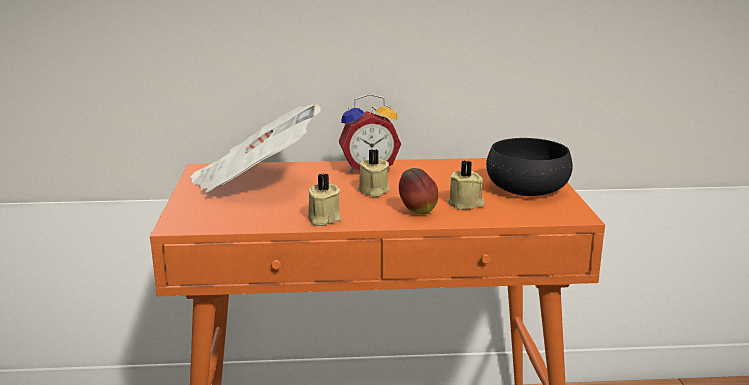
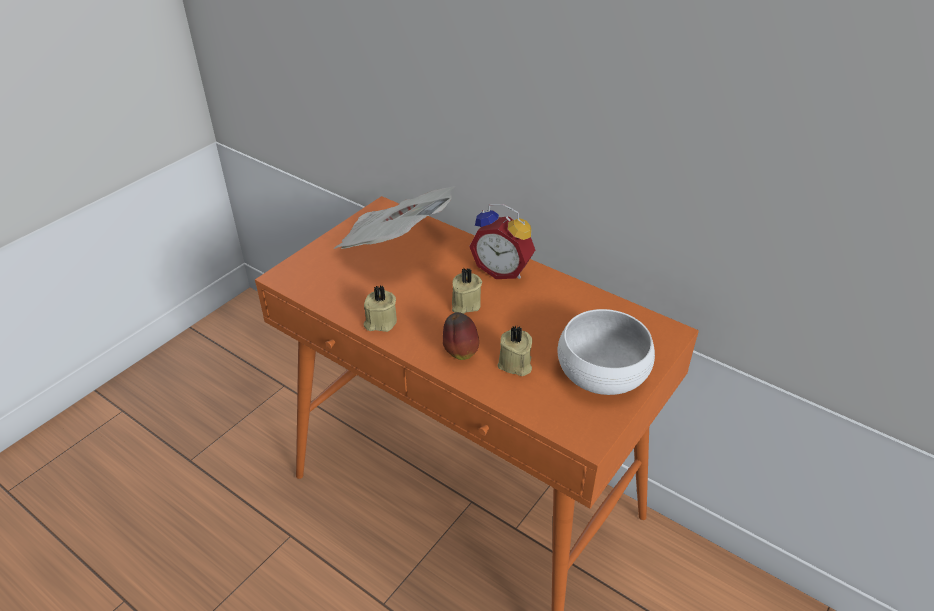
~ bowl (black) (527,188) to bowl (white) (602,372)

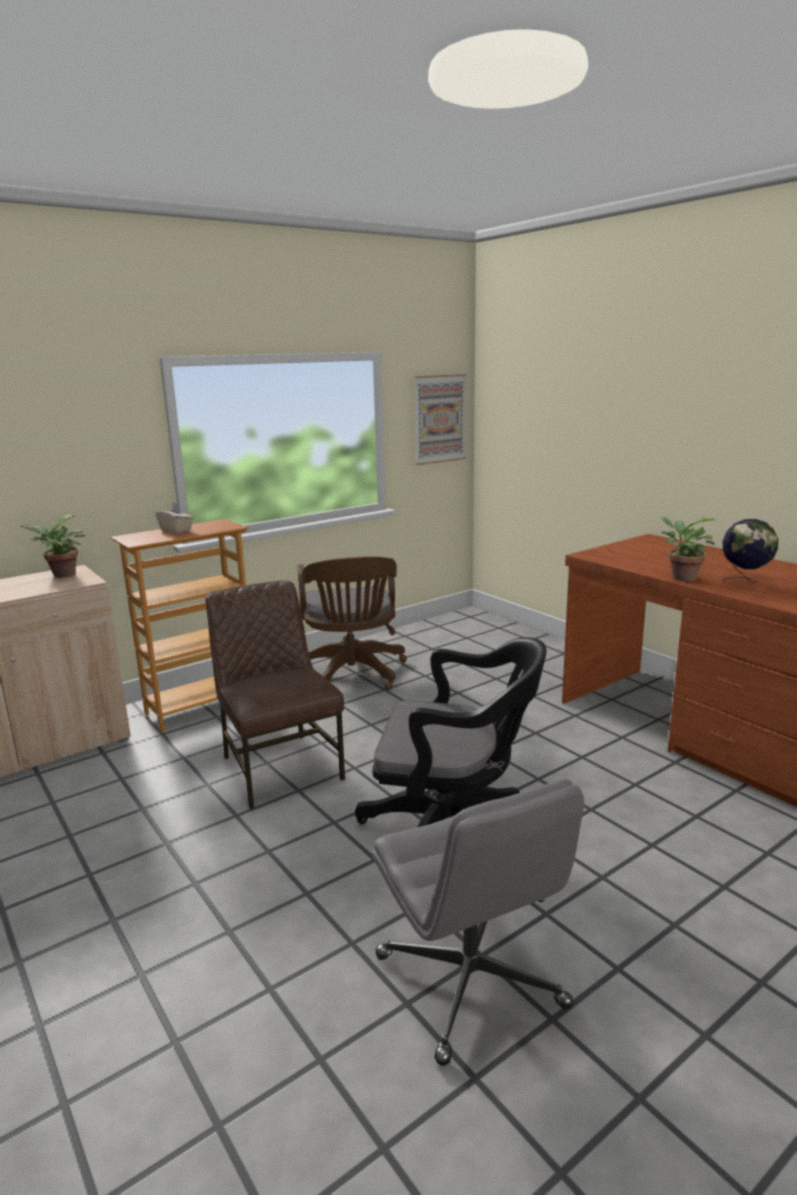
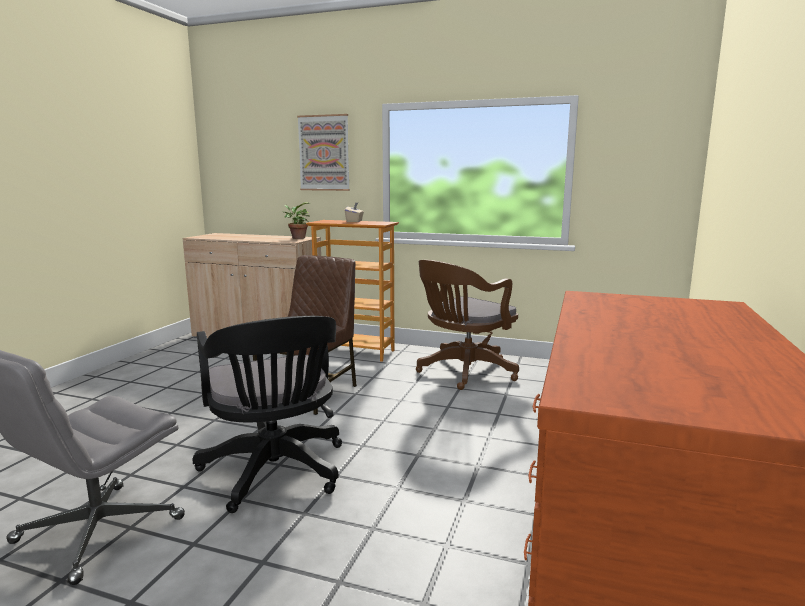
- potted plant (681,577)
- globe (745,581)
~ picture (439,419) to (324,153)

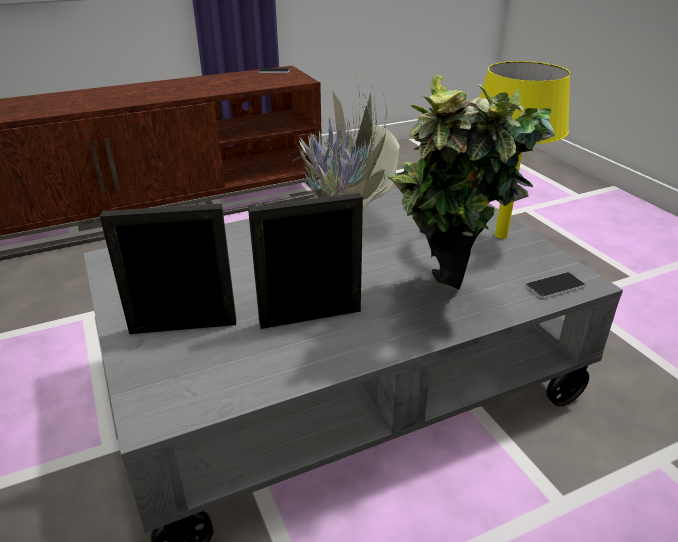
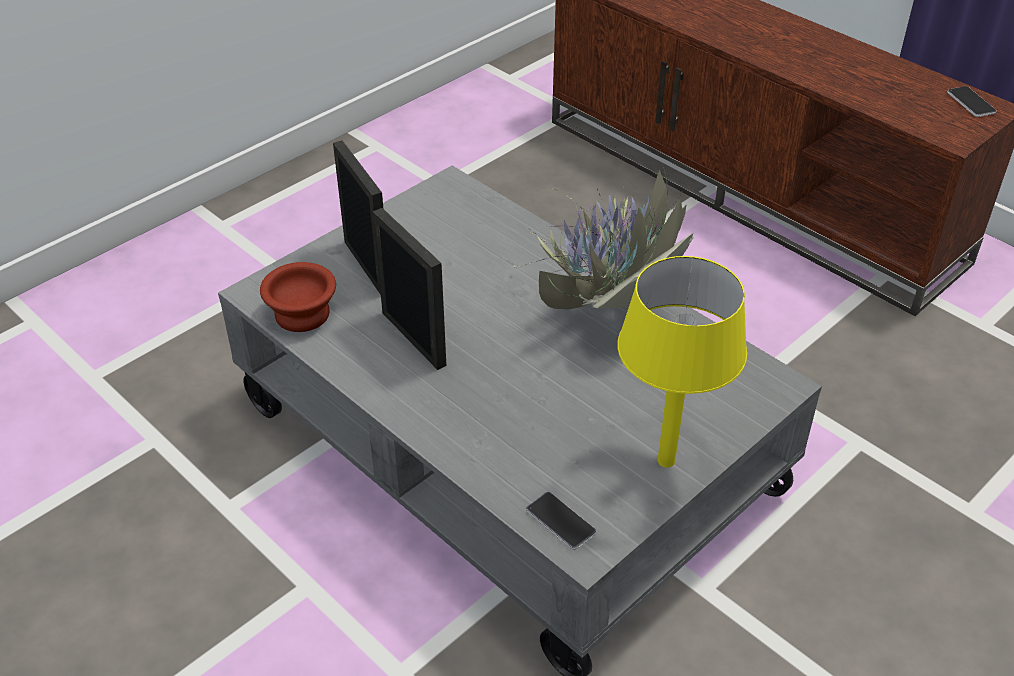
- potted plant (445,304)
+ bowl (brown) (304,315)

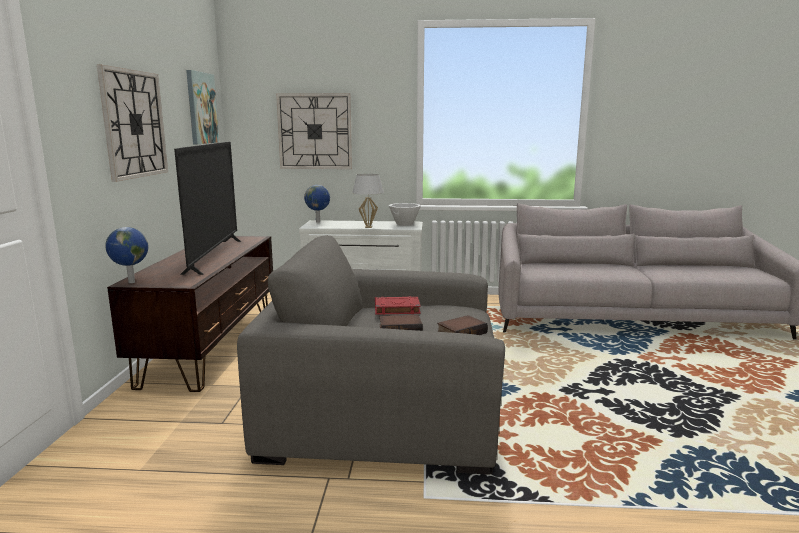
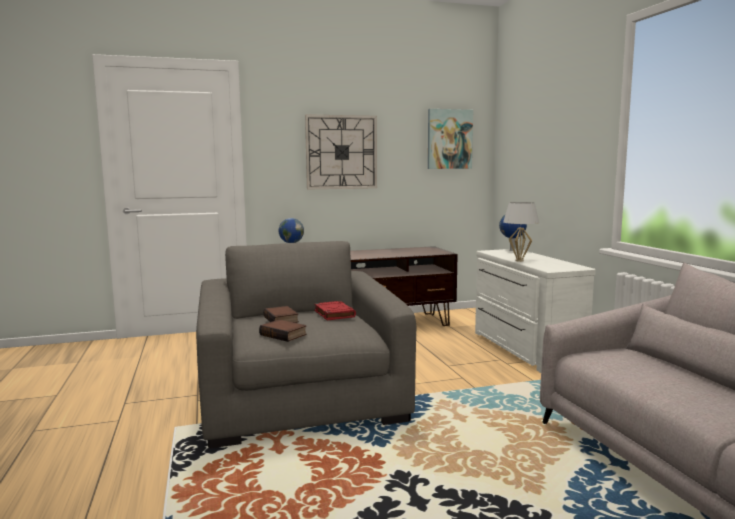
- television (214,256)
- wall clock (315,131)
- bowl (white) (404,224)

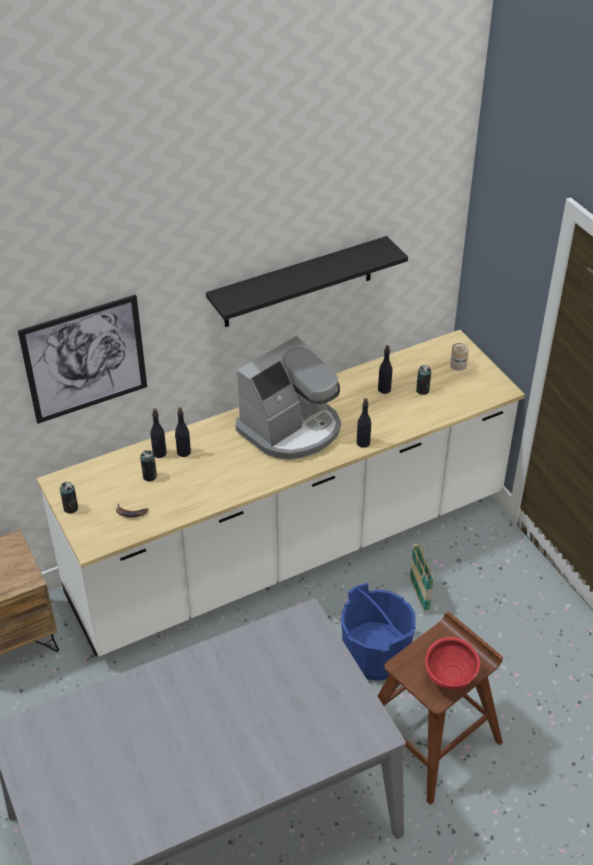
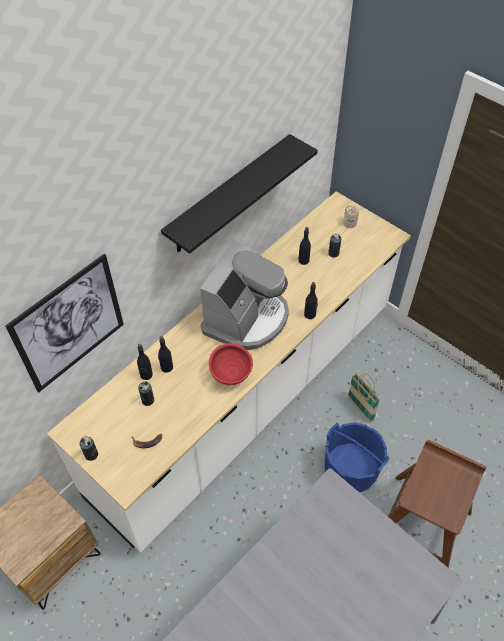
~ bowl (red) (449,679) to (231,376)

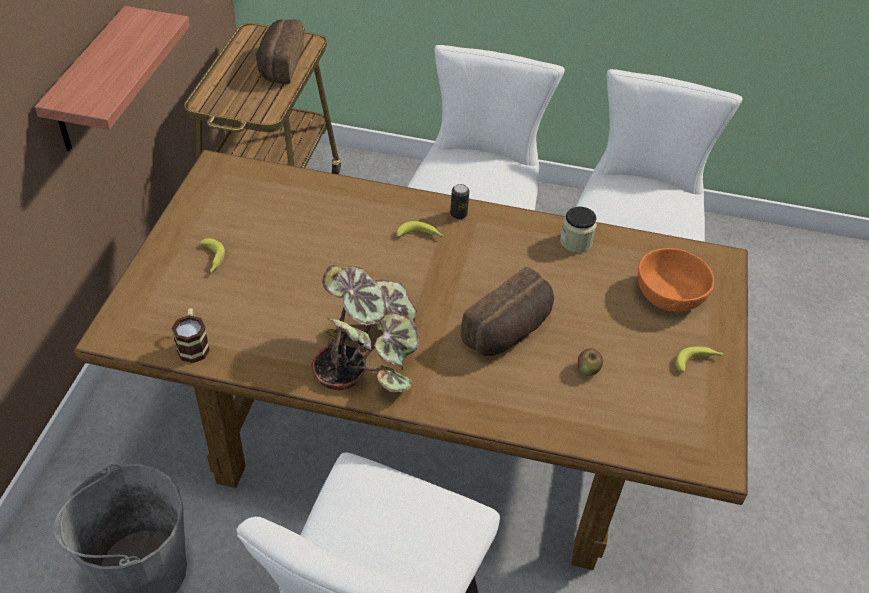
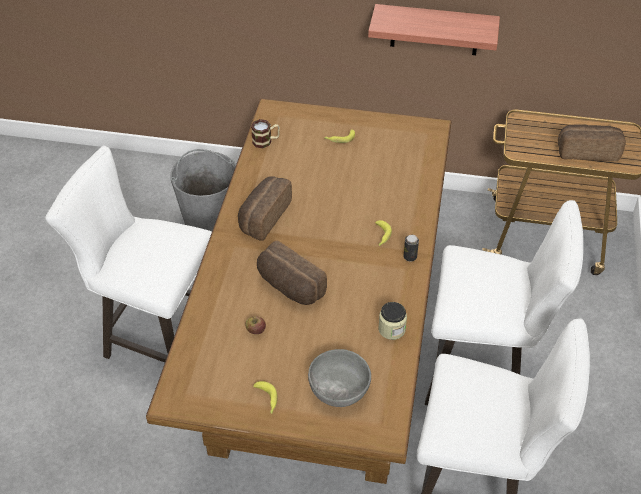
~ potted plant (369,355) to bread (263,217)
~ bowl (orange) (669,294) to bowl (grey) (339,388)

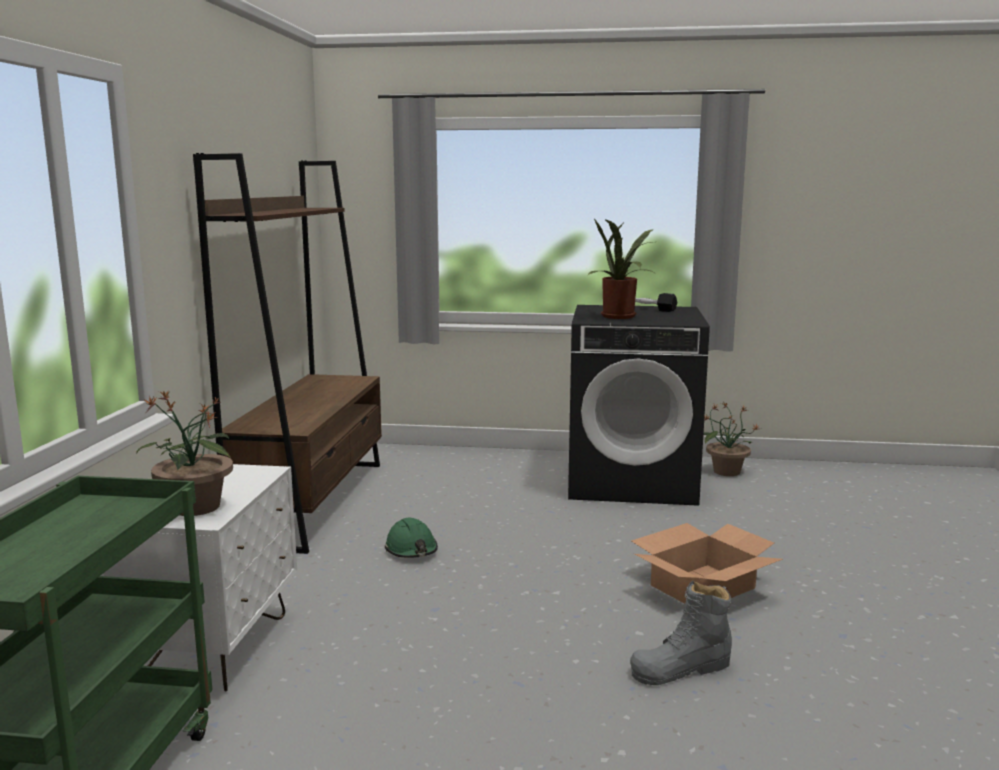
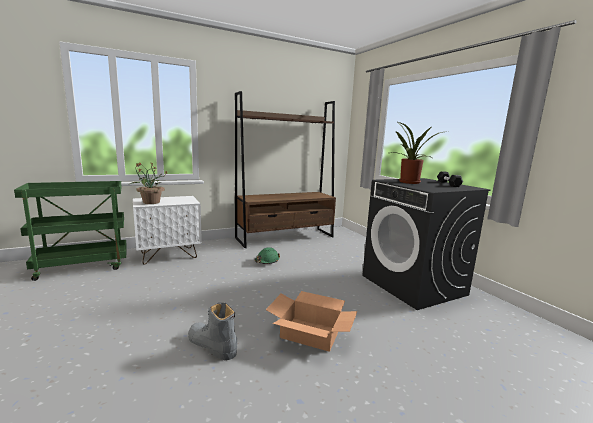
- potted plant (725,471)

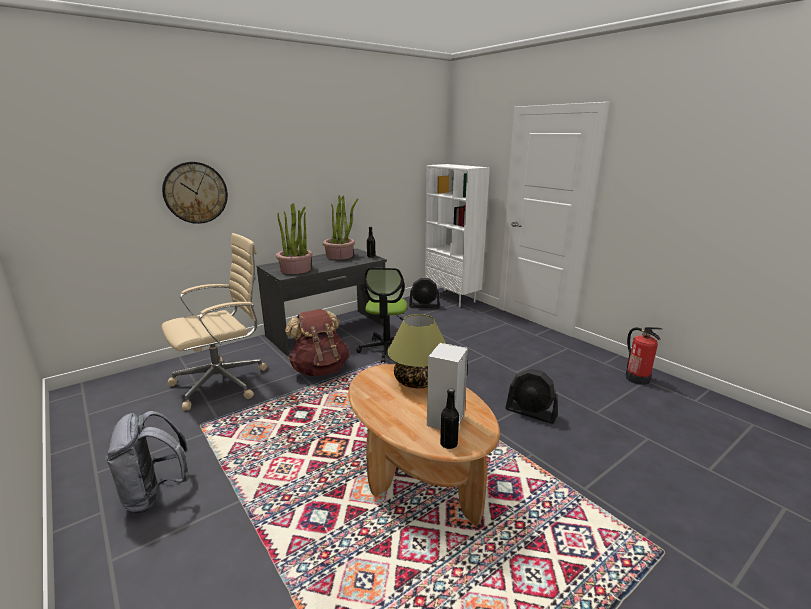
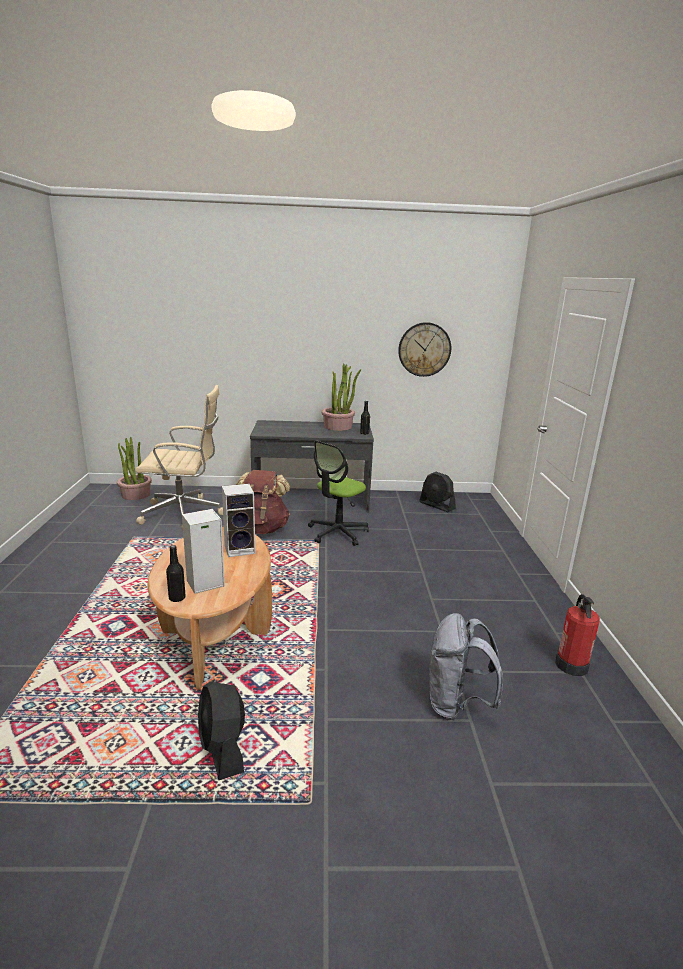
- bookcase (white) (452,298)
~ backpack (grey) (155,494) to (456,704)
~ wall clock (195,193) to (424,349)
~ potted plant (296,270) to (135,494)
~ fan (black) (531,412) to (223,748)
~ table lamp (418,380) to speaker (241,549)

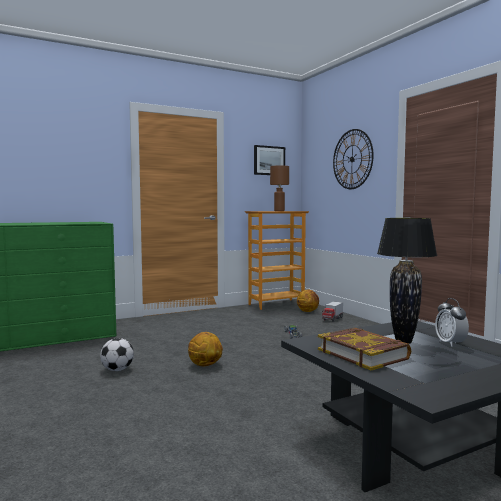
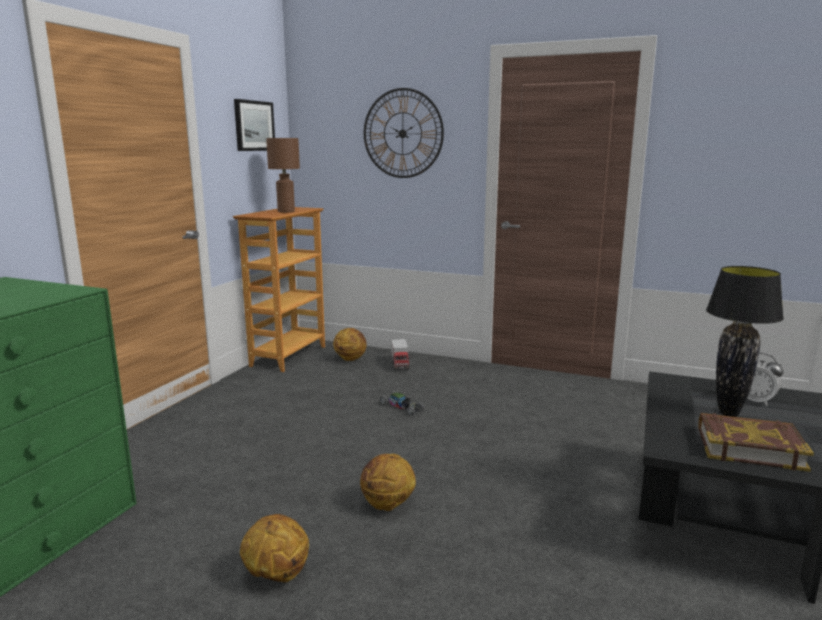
~ football (117,370) to basketball (276,575)

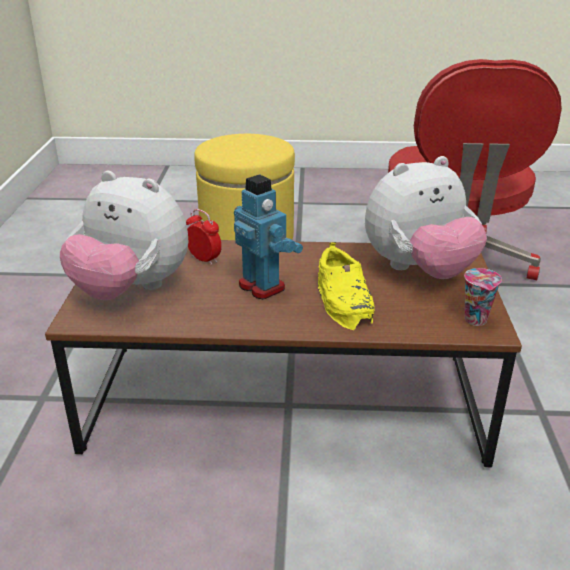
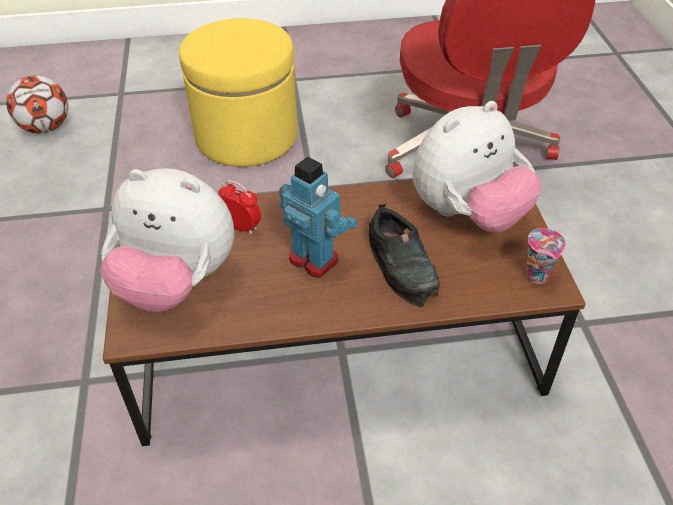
+ football (46,128)
~ shoe (yellow) (344,299) to shoe (black) (402,265)

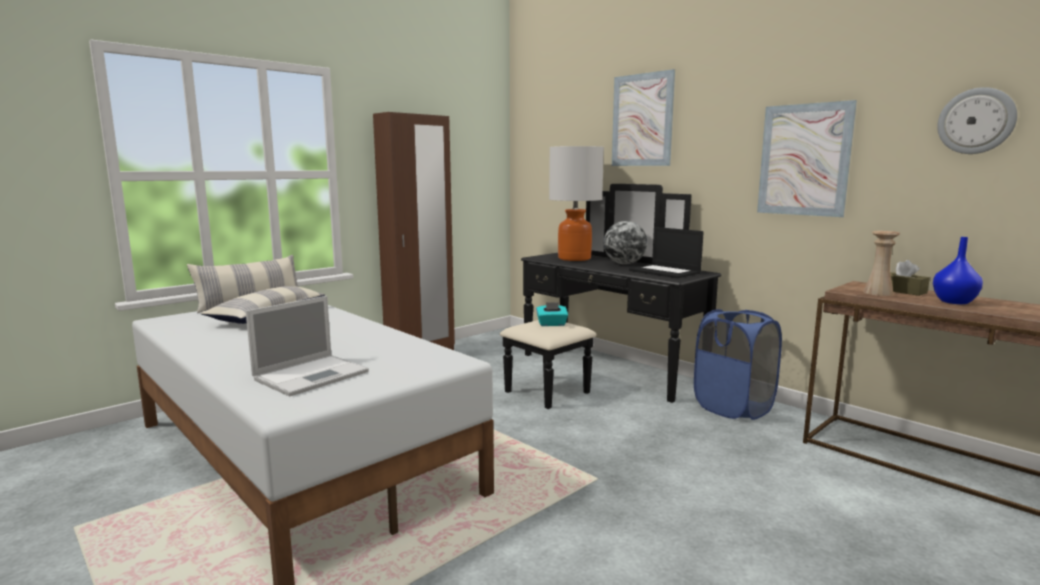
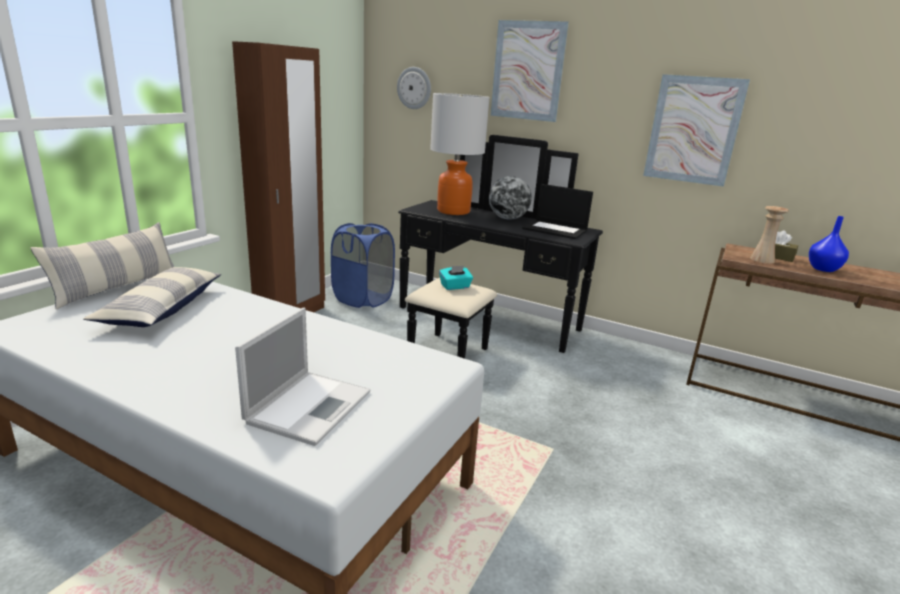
~ laundry basket (blue) (733,408) to (363,299)
~ wall clock (976,121) to (414,88)

